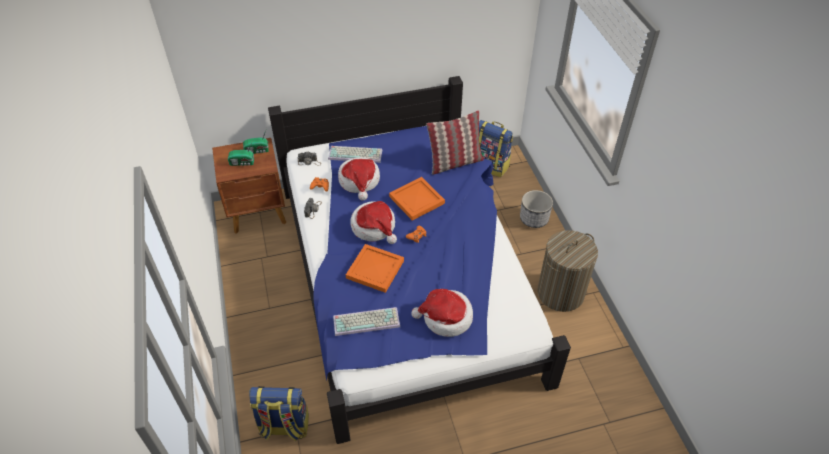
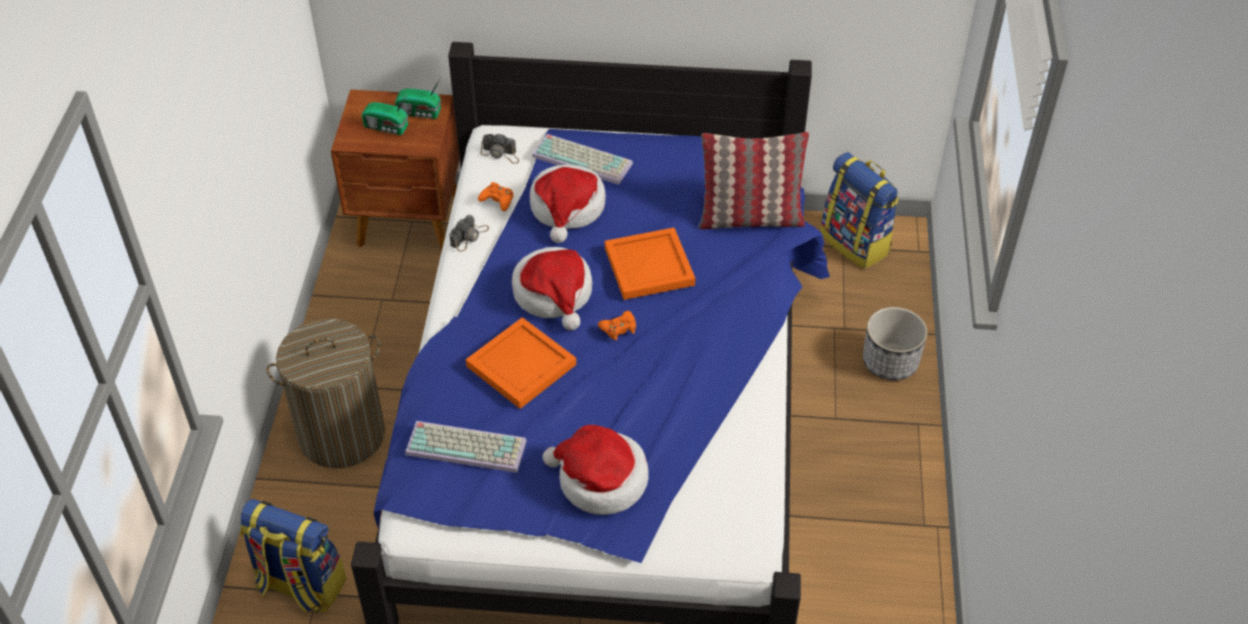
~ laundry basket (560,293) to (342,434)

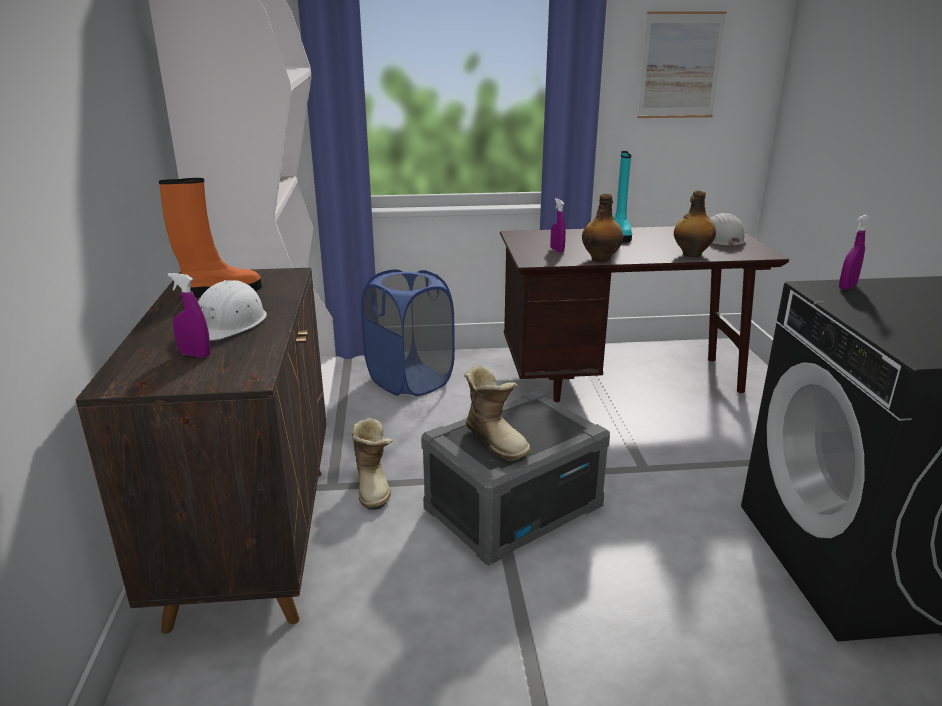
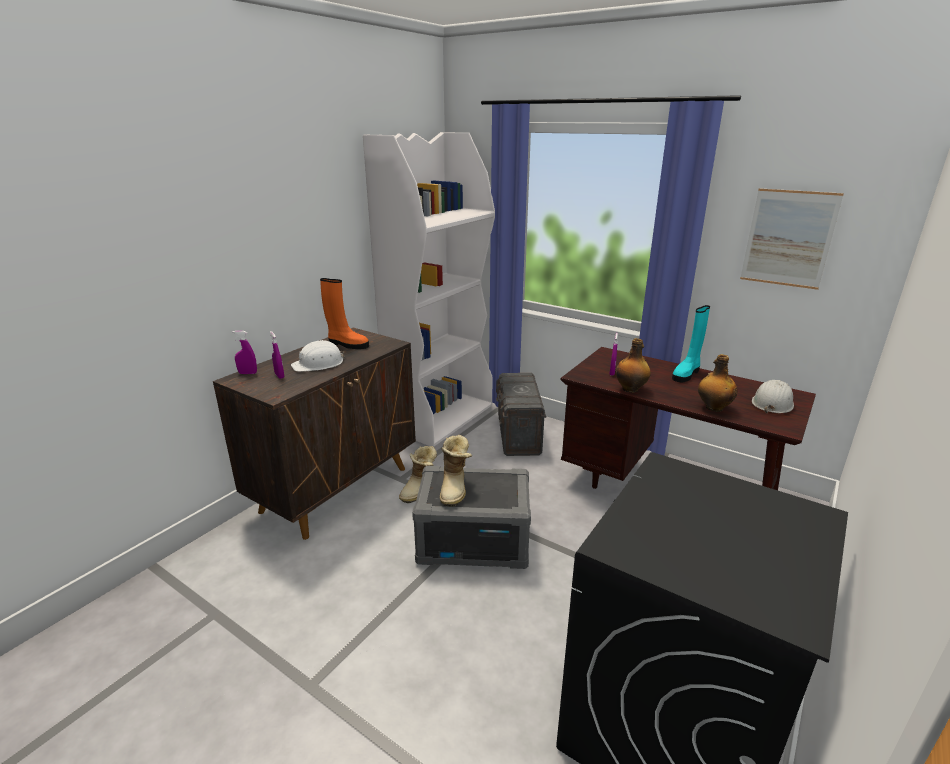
~ spray bottle (purple) (847,287) to (248,373)
~ laundry basket (blue) (410,381) to storage box (grey) (518,435)

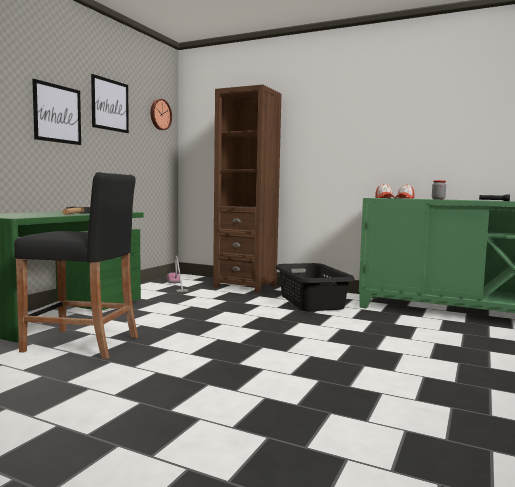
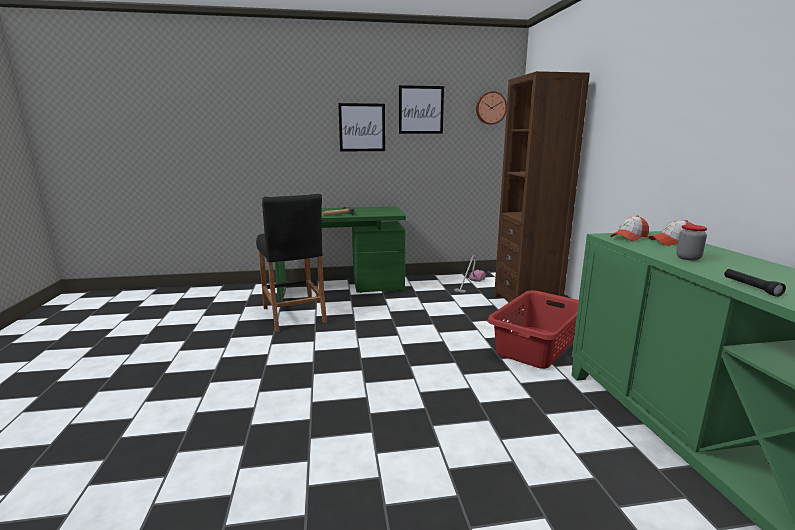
~ laundry basket (black) (311,302) to laundry basket (red) (536,346)

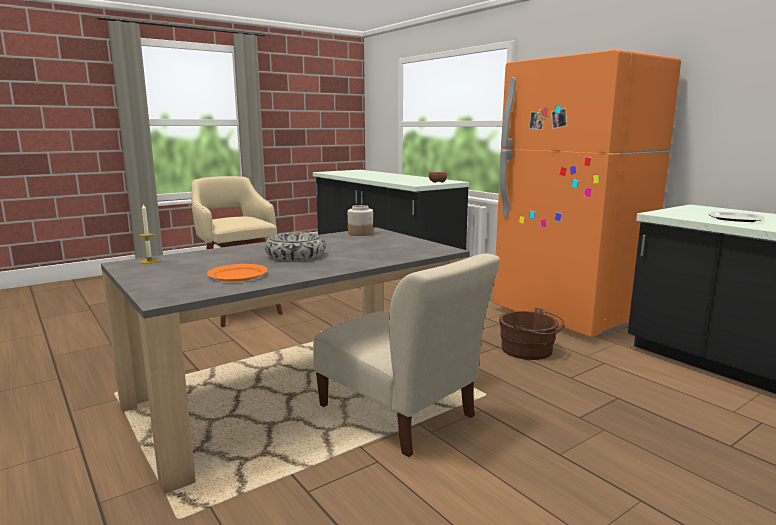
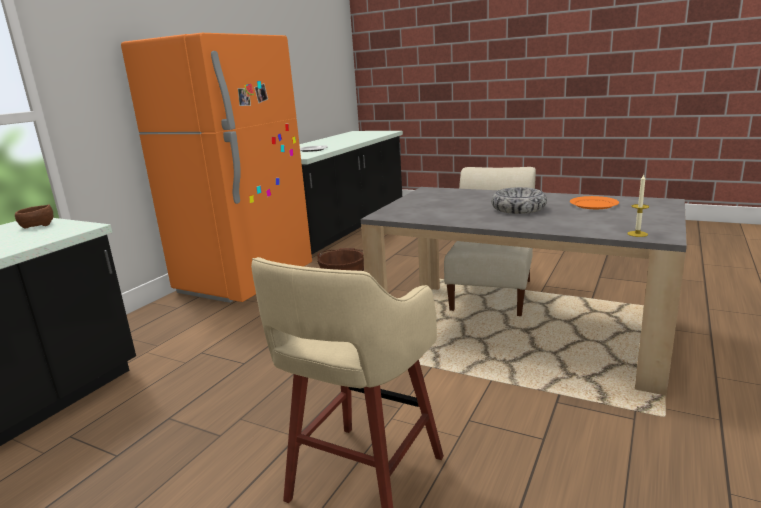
- jar (361,233)

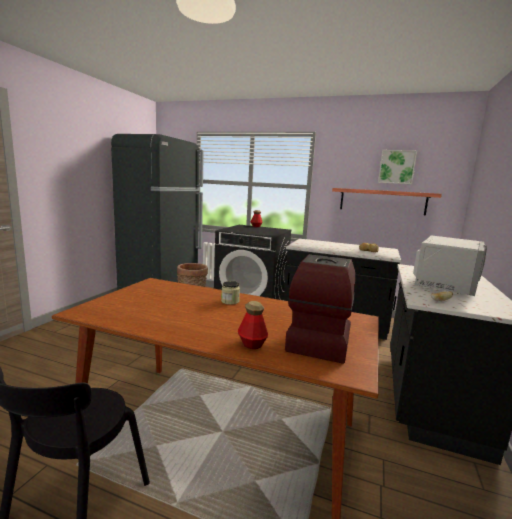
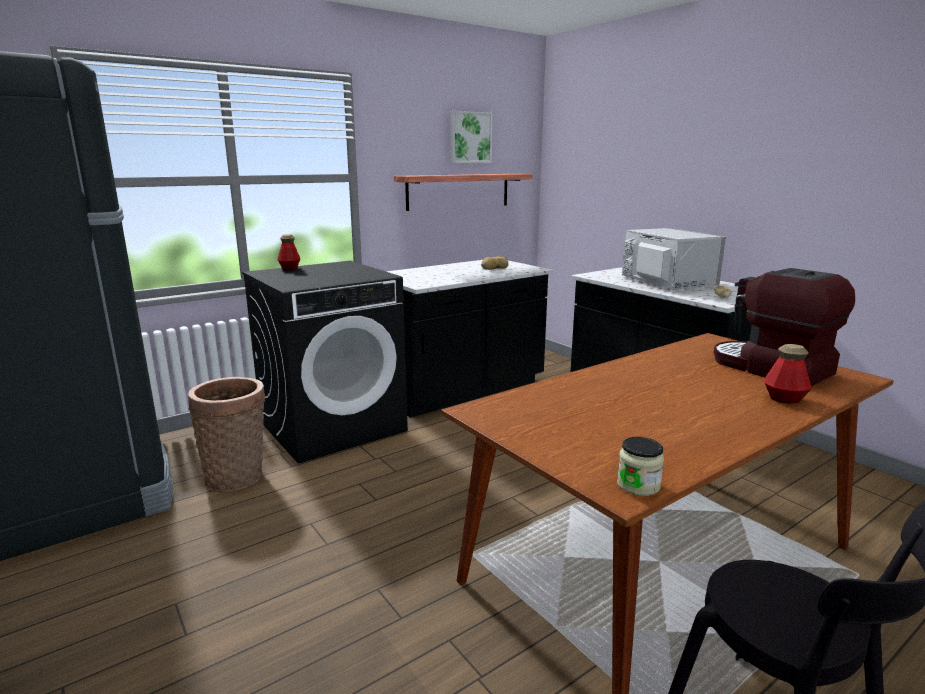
~ jar (230,301) to (638,485)

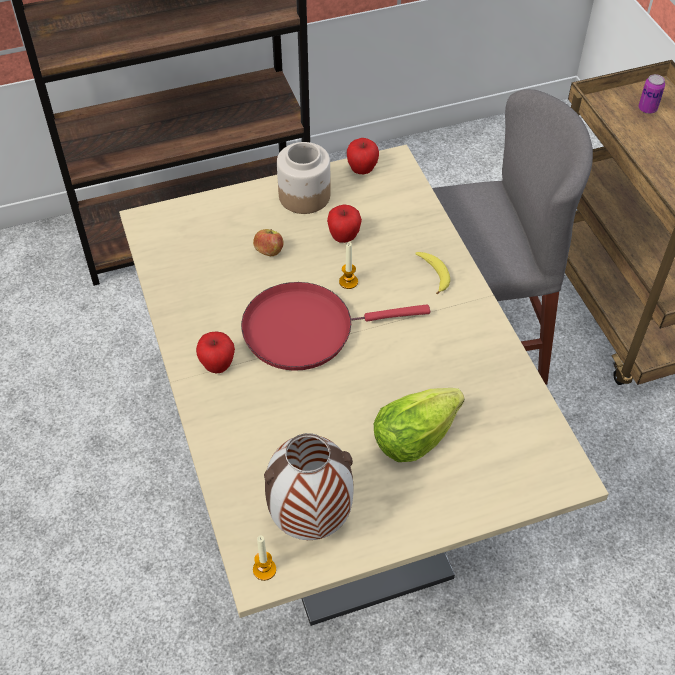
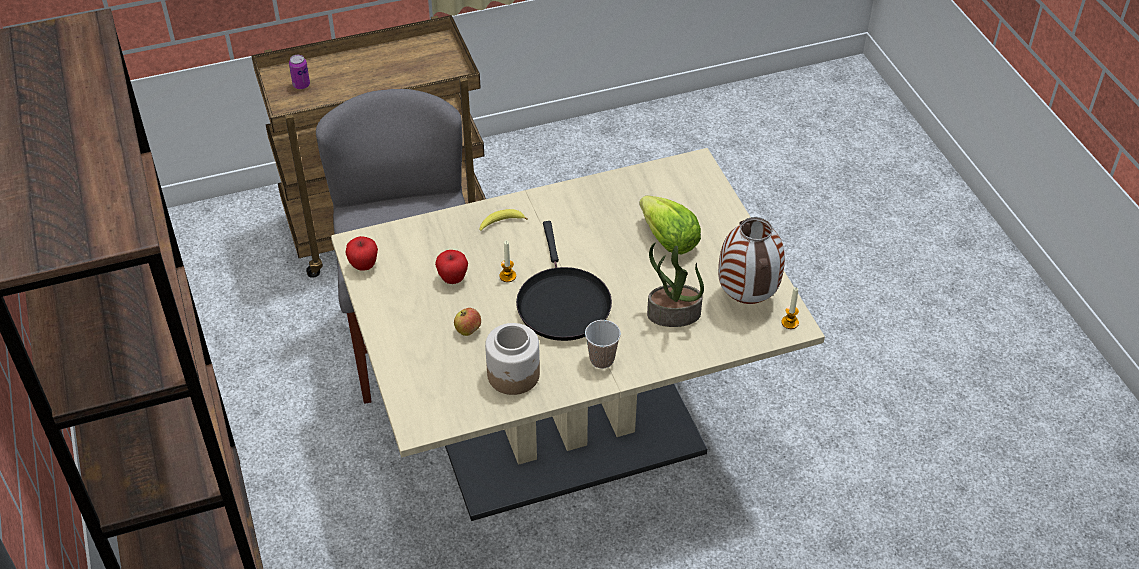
+ potted plant (673,315)
~ jar (303,196) to (514,375)
~ apple (218,365) to cup (602,359)
~ frying pan (red) (305,329) to frying pan (black) (562,303)

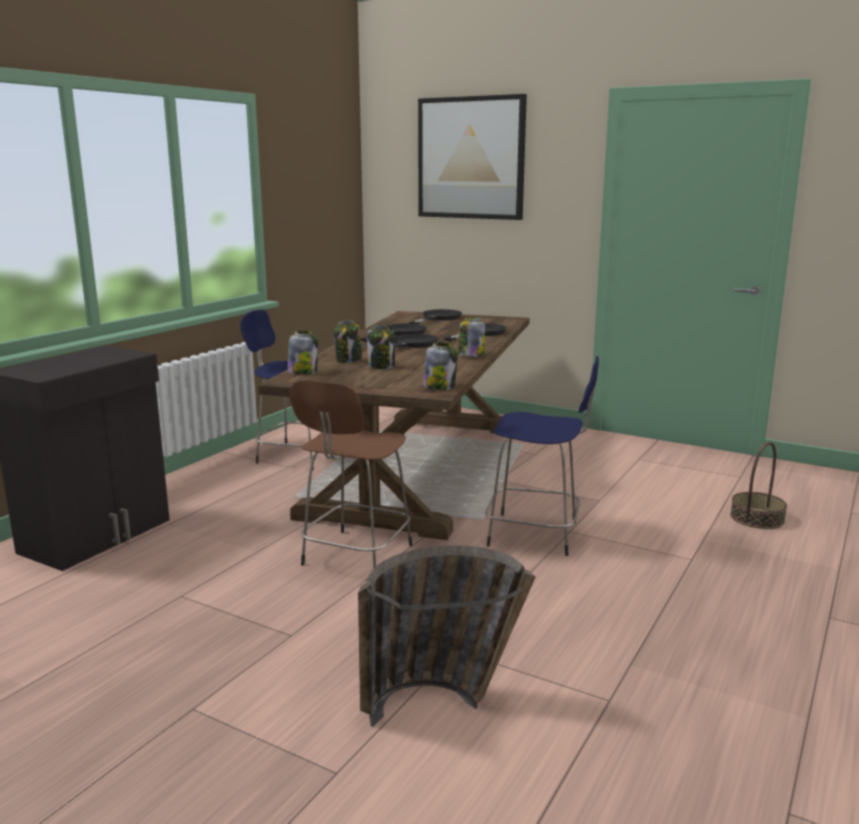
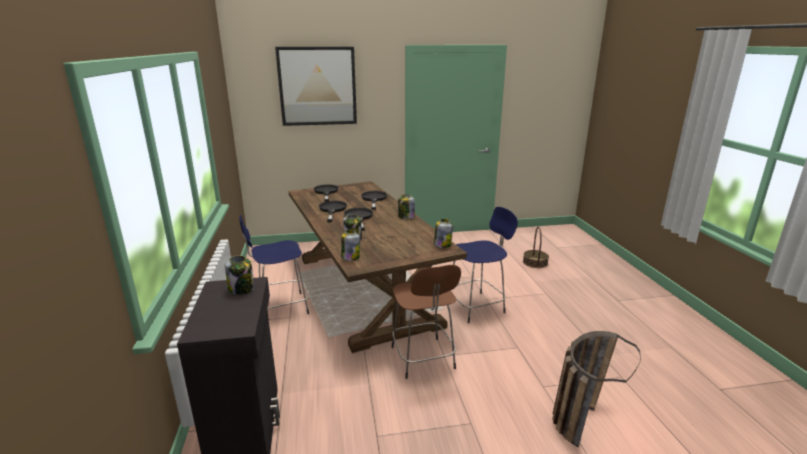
~ jar (381,366) to (242,289)

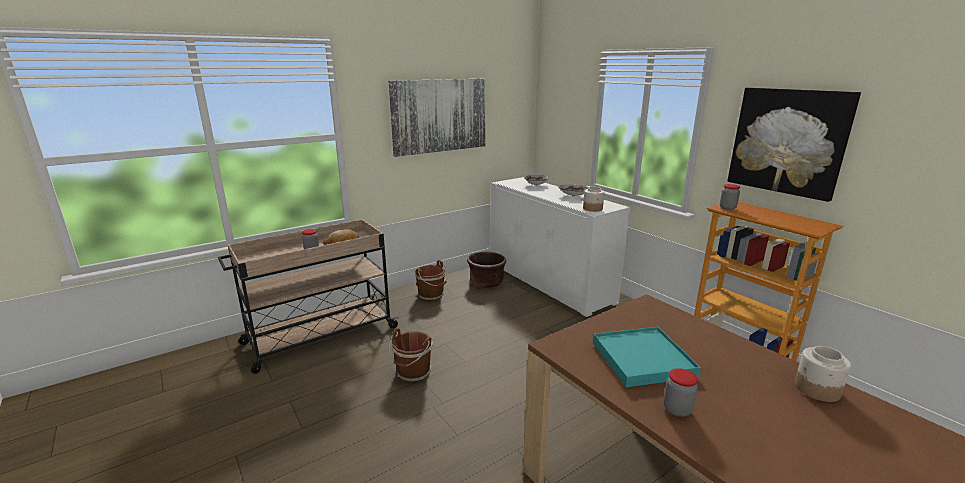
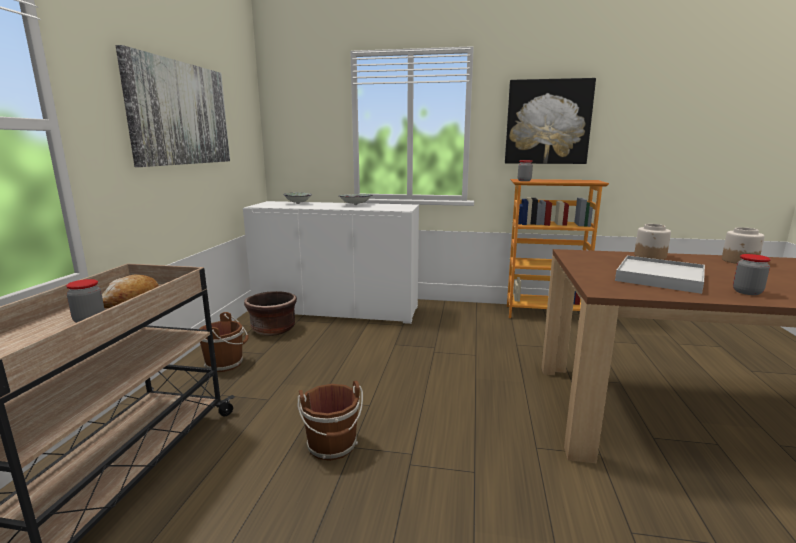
~ jar (593,209) to (650,256)
~ tray (turquoise) (642,359) to tray (white) (659,278)

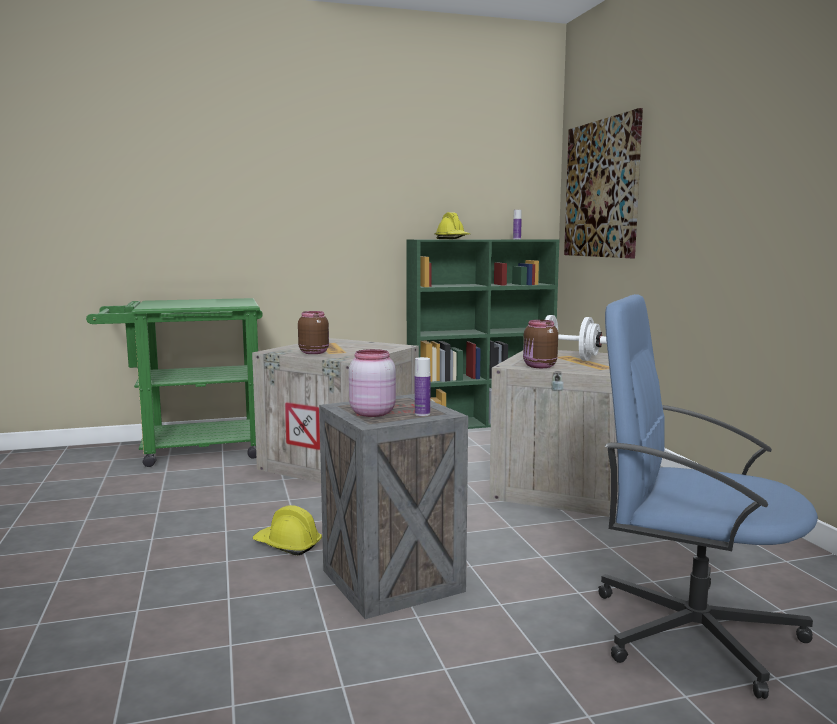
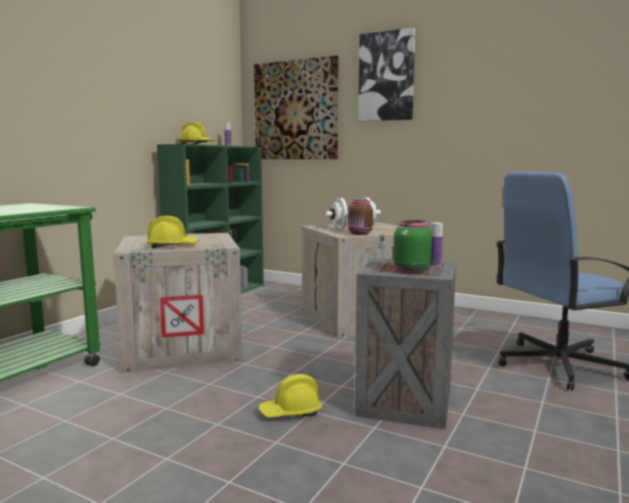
+ picture (386,76)
~ jar (brown) (314,352) to hard hat (yellow) (173,246)
~ jar (pink) (372,413) to jar (green) (410,270)

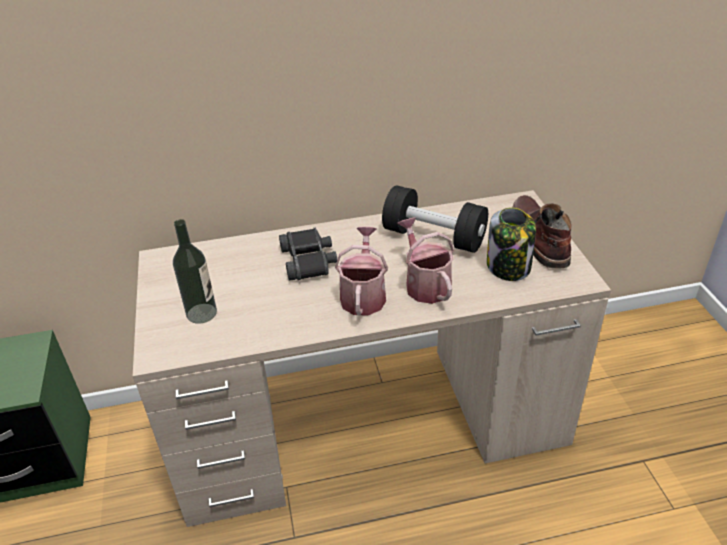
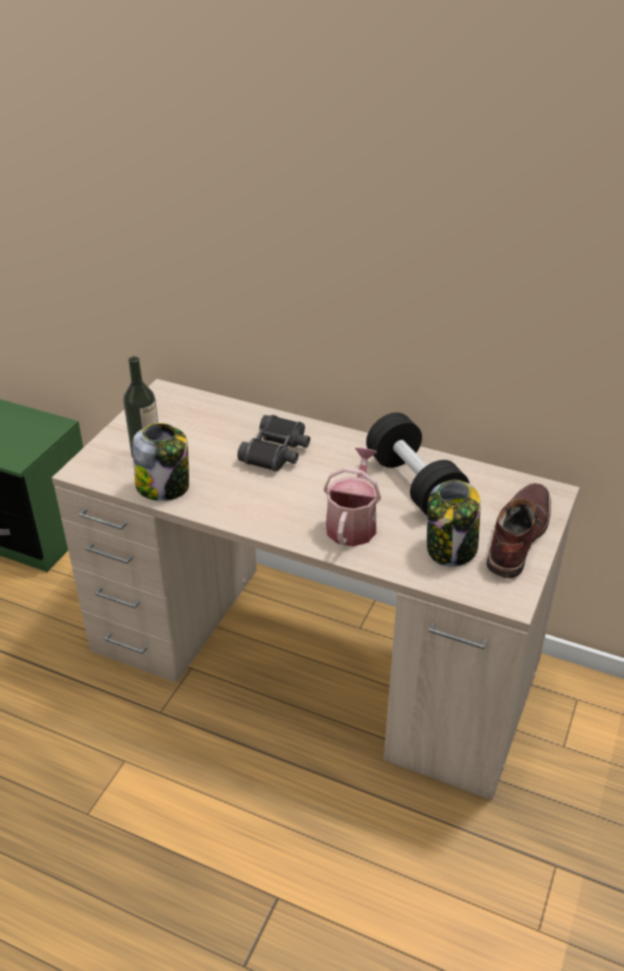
- watering can (363,295)
+ jar (164,487)

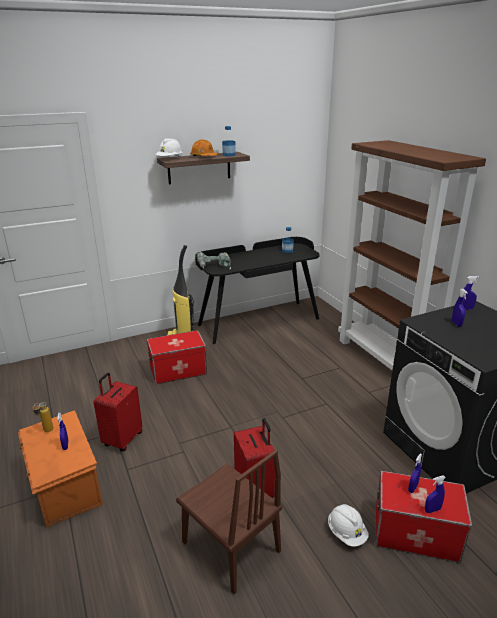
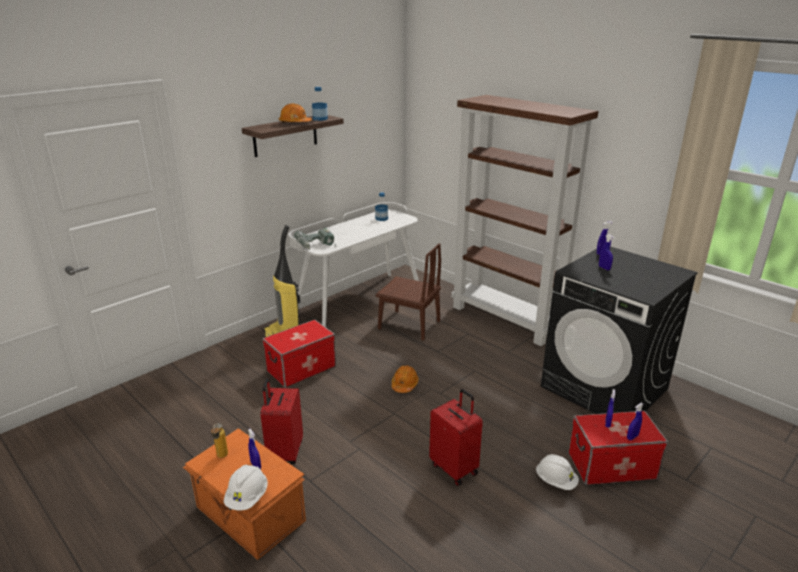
+ hard hat (orange) (404,384)
~ hard hat (white) (170,159) to (247,498)
~ chair (brown) (230,546) to (409,325)
~ desk (black) (258,321) to desk (white) (358,300)

